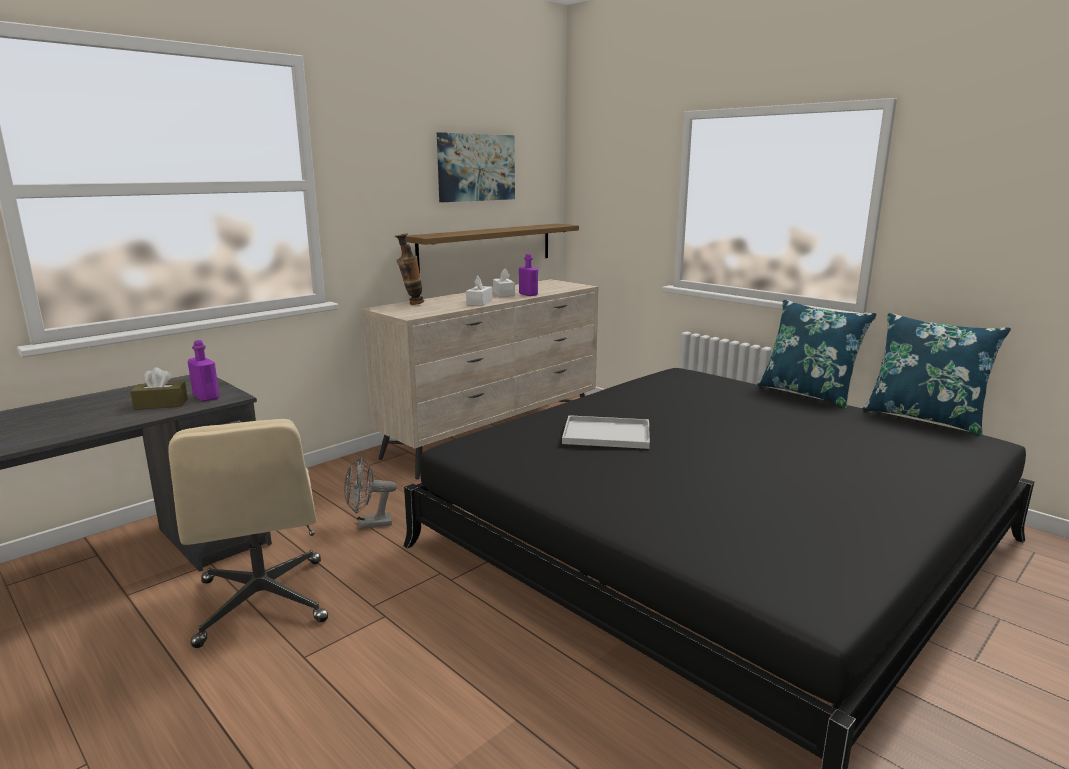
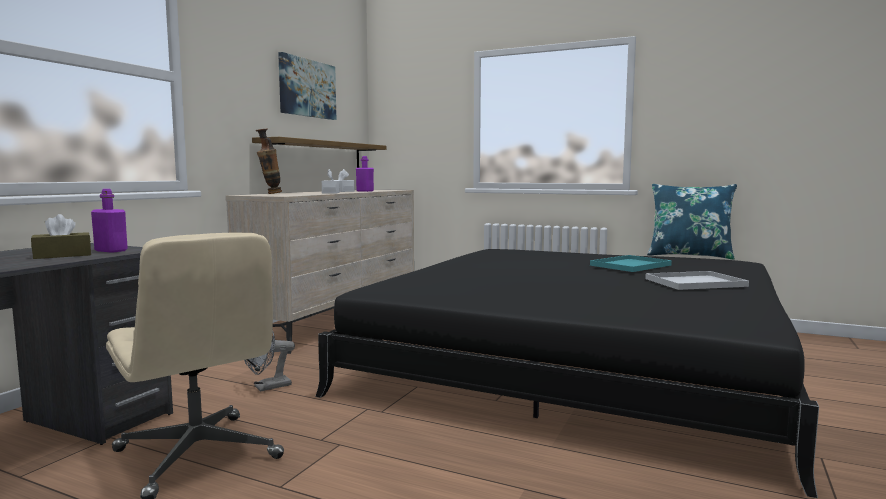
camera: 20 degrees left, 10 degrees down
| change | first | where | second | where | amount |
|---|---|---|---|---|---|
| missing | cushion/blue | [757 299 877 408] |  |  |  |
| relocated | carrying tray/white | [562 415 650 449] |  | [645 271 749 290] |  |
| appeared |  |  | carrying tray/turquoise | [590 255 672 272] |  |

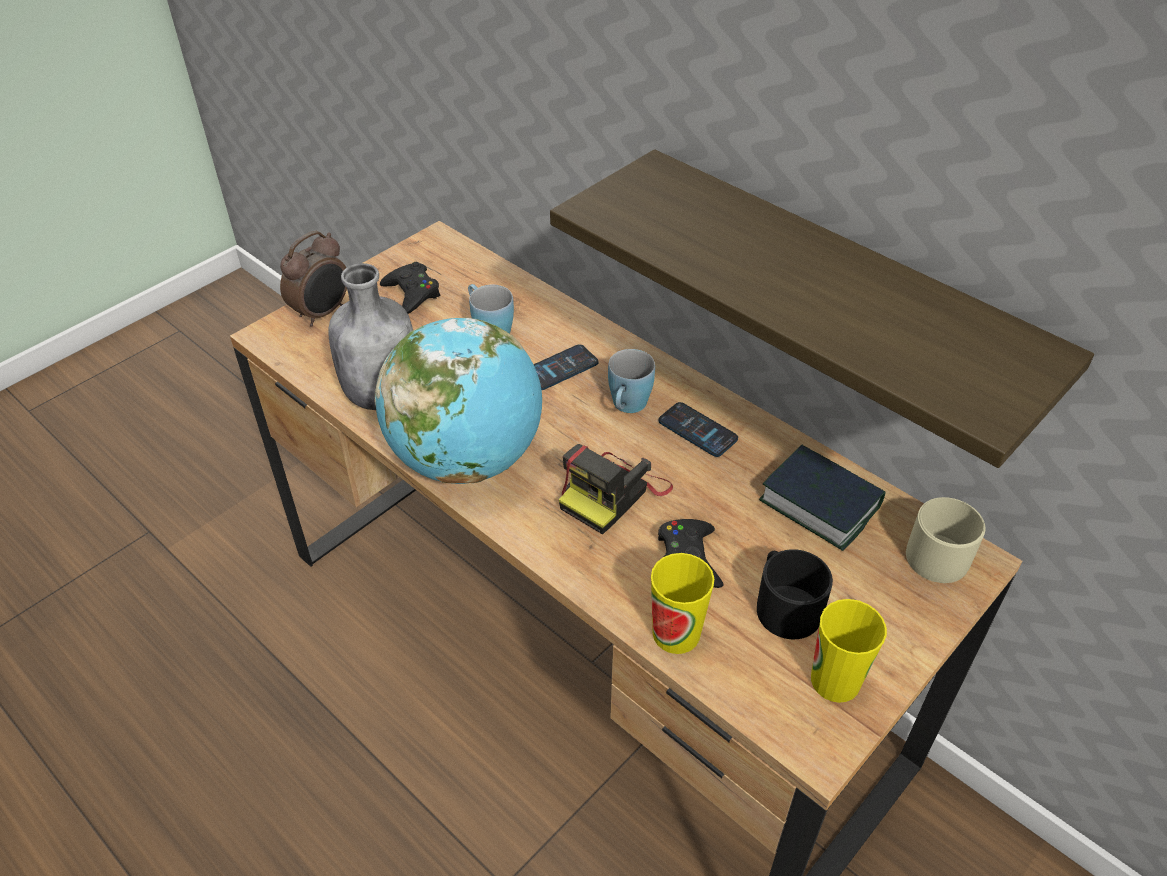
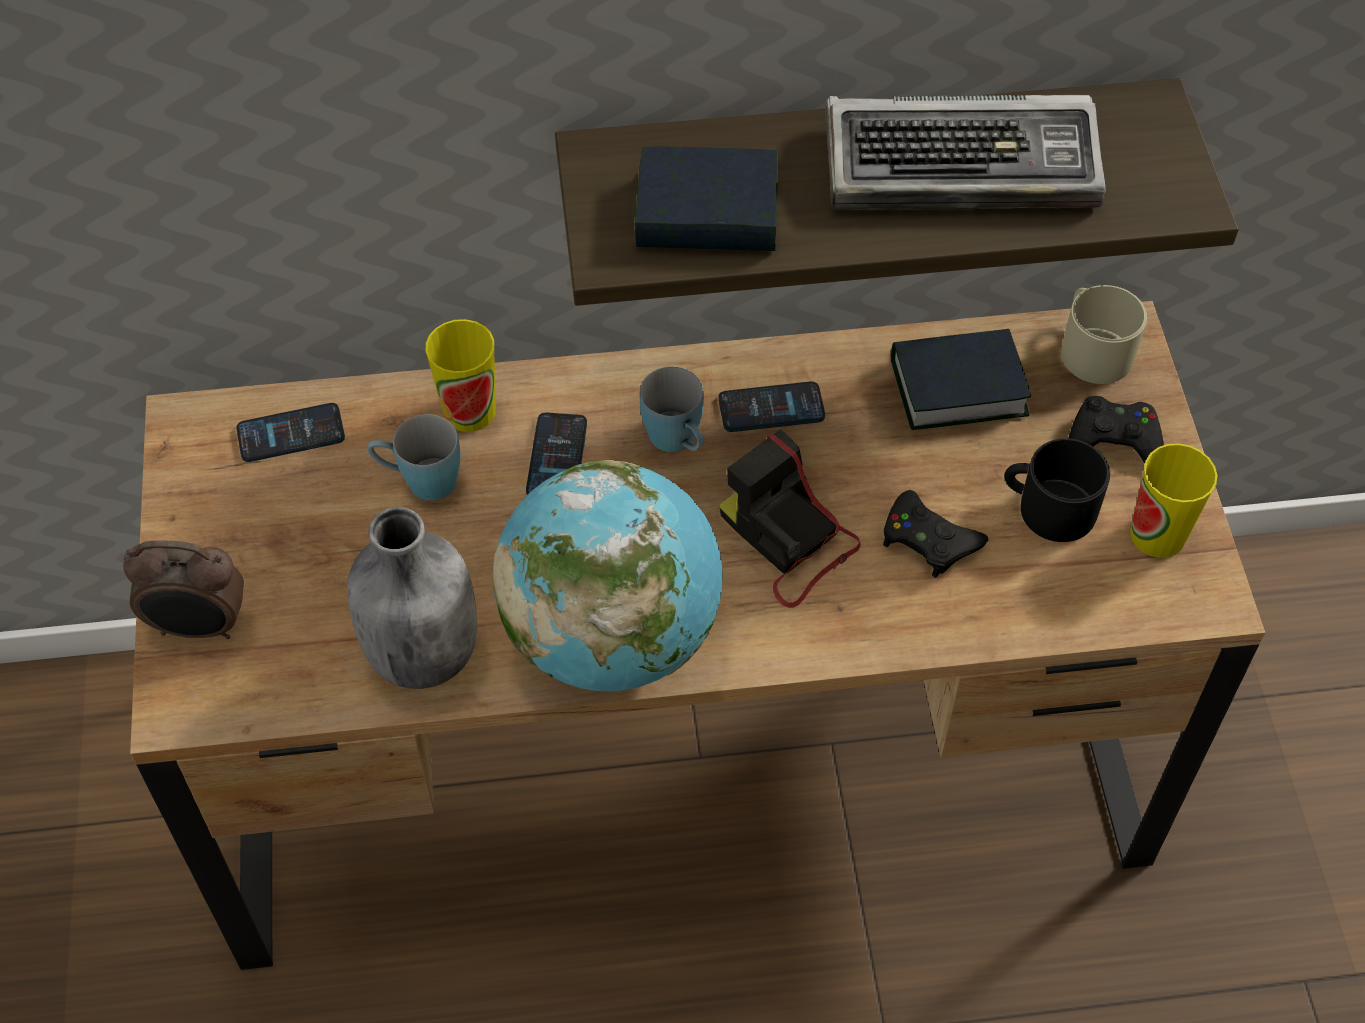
camera: 50 degrees left, 10 degrees up
| change | first | where | second | where | amount |
|---|---|---|---|---|---|
| spun | alarm clock | [280 231 347 327] |  | [123 540 244 639] | 105 degrees clockwise |
| relocated | gamepad/blackish | [380 262 440 314] |  | [1068 396 1164 463] |  |
| spun | photo camera | [559 444 673 535] |  | [719 429 861 608] | 150 degrees clockwise |
| relocated | cup | [651 553 714 654] |  | [426 319 496 432] |  |
| appeared |  |  | keyboard | [826 95 1106 210] |  |
| appeared |  |  | book | [635 146 778 251] |  |
| appeared |  |  | phone | [236 403 345 462] |  |

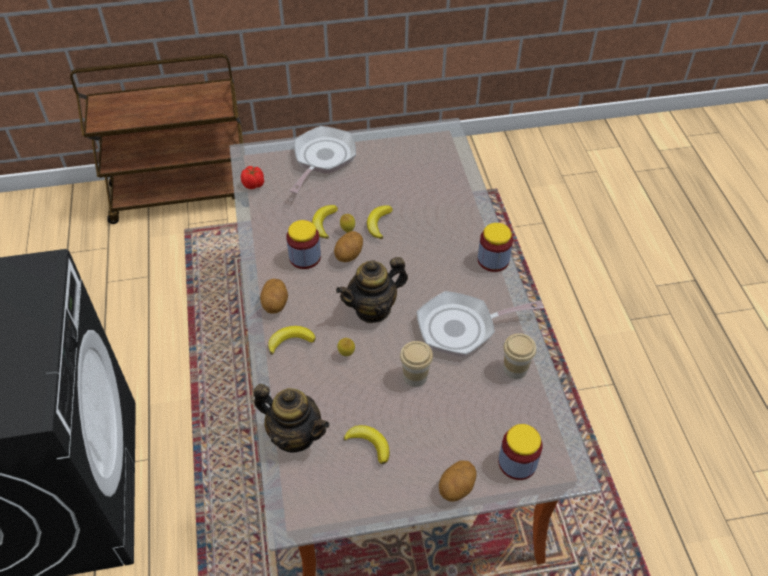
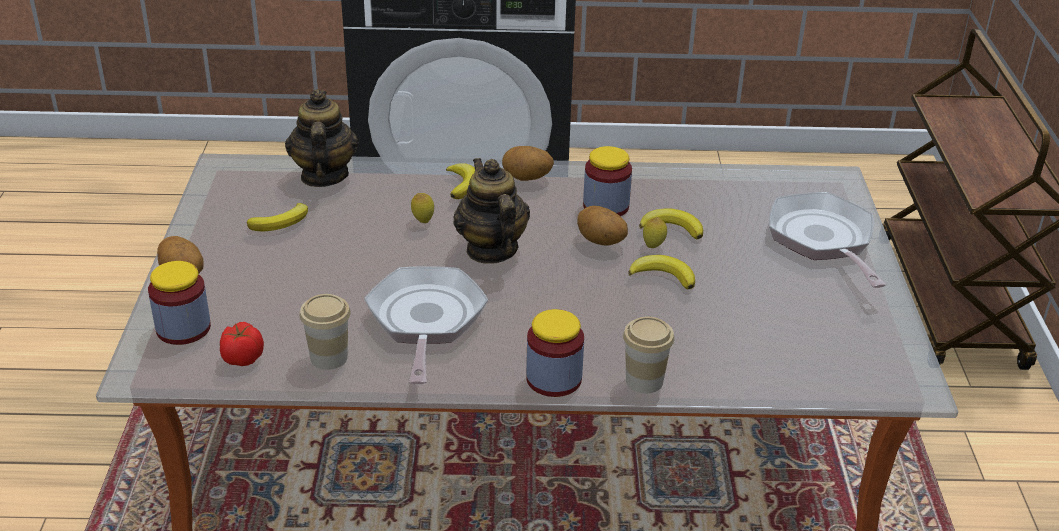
camera: 100 degrees right, 15 degrees down
| change | first | where | second | where | amount |
|---|---|---|---|---|---|
| spun | skillet | [290 126 356 194] |  | [769 192 886 288] | 135 degrees counterclockwise |
| relocated | tomato | [241 166 264 189] |  | [220 322 264 366] |  |
| relocated | cup | [400 341 433 387] |  | [623 317 674 393] |  |
| spun | pot for tea | [254 384 329 453] |  | [285 89 359 187] | 135 degrees clockwise |

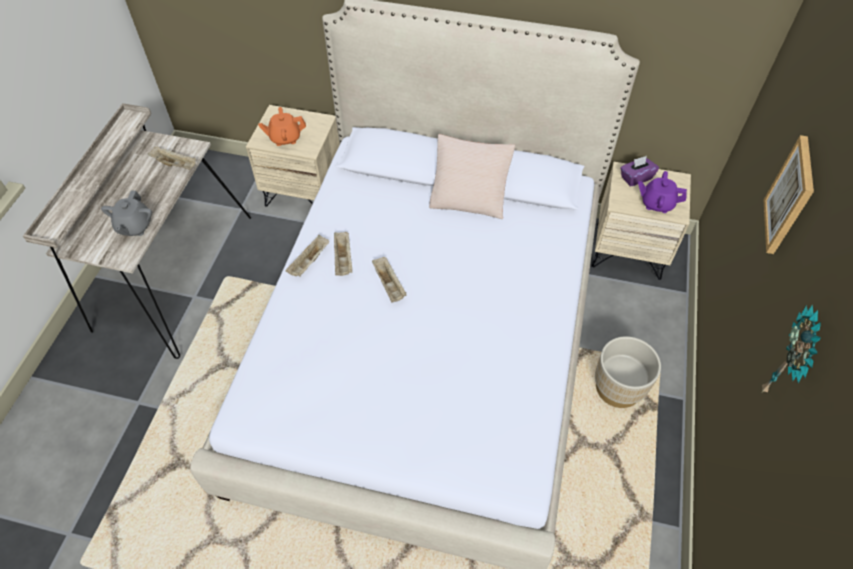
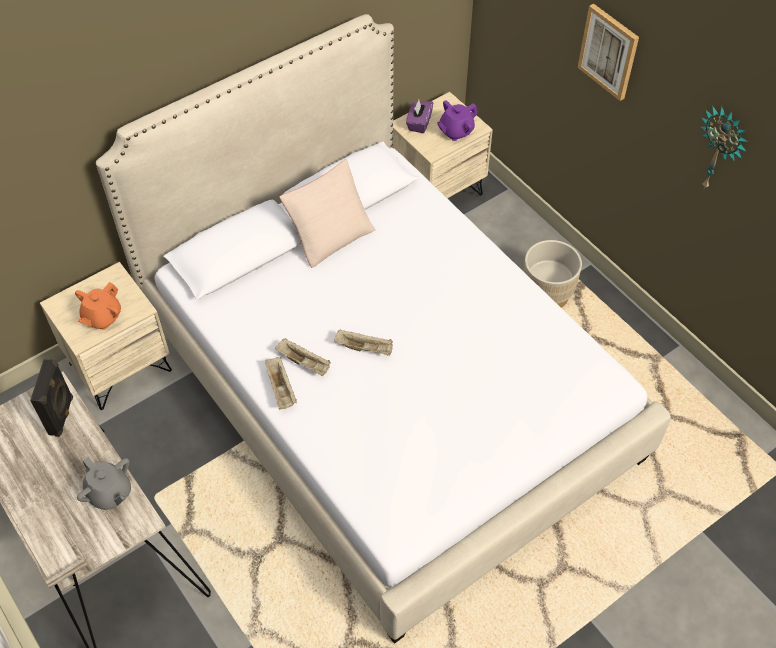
camera: 50 degrees left, 0 degrees up
| change | first | where | second | where | amount |
|---|---|---|---|---|---|
| exchanged | carrying tray/beige-coloured | [148 146 196 170] | audio speaker/blackish | [30 359 73 437] |  |

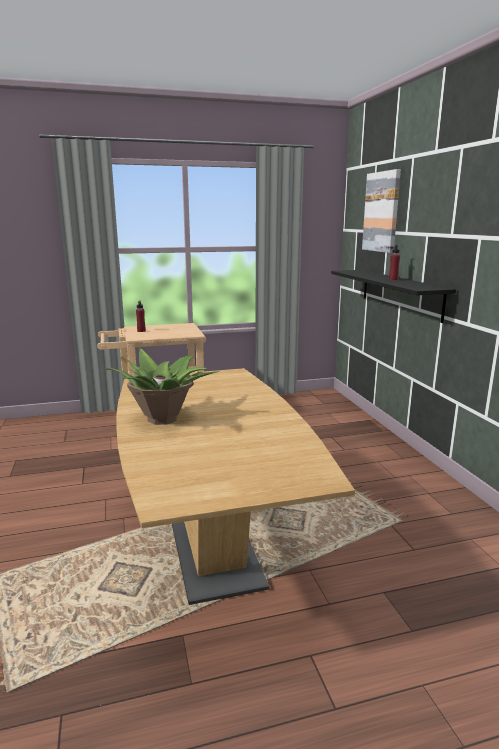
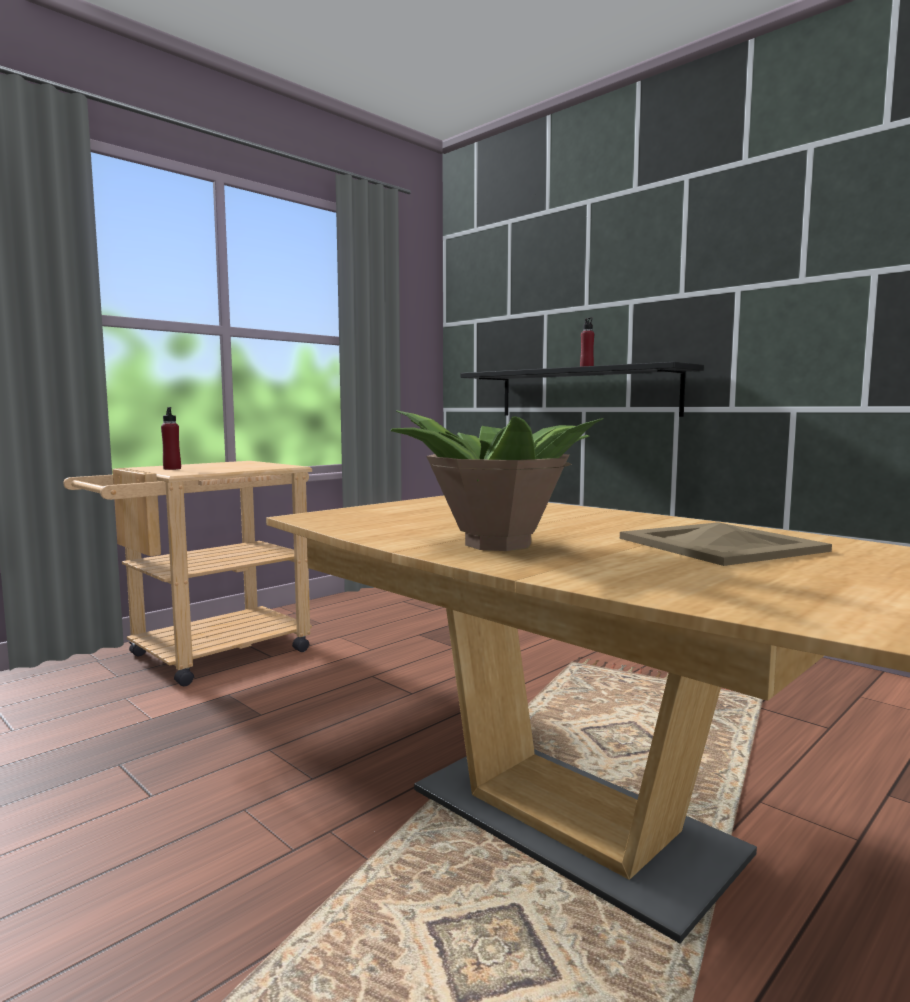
camera: 30 degrees left, 10 degrees down
| change | first | where | second | where | amount |
|---|---|---|---|---|---|
| missing | wall picture | [362 169 401 253] |  |  |  |
| appeared |  |  | carrying tray/beige-coloured | [620 522 832 566] |  |

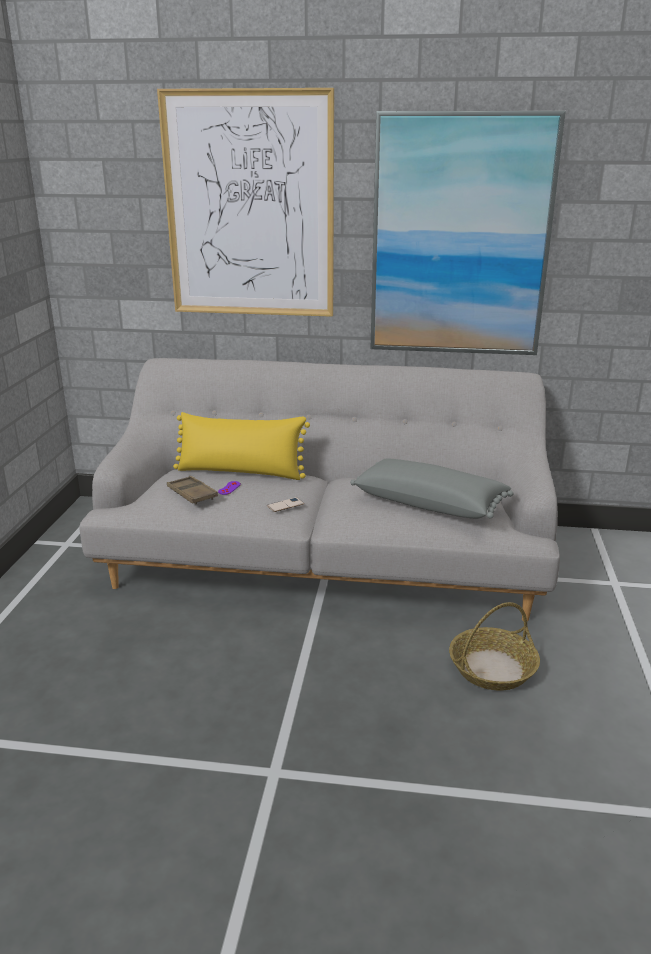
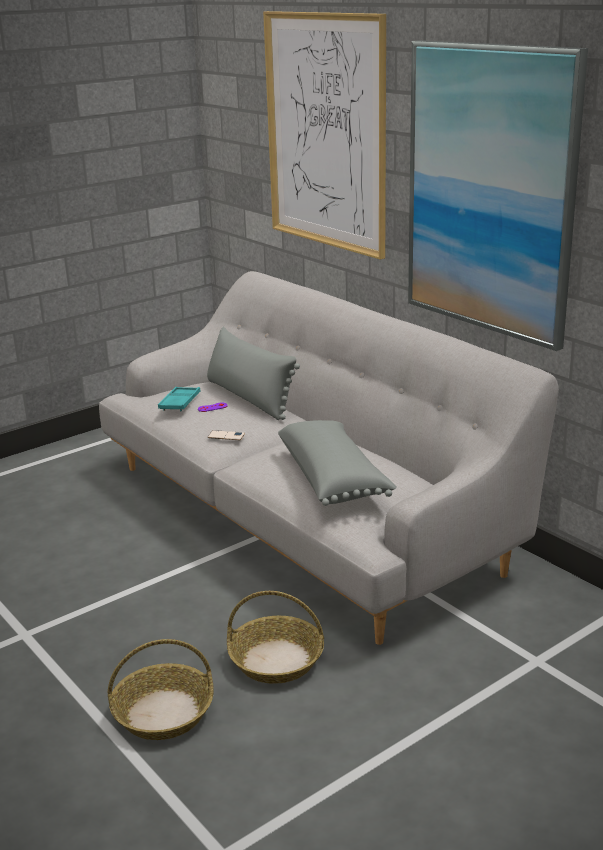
camera: 45 degrees right, 0 degrees up
| change | first | where | second | where | amount |
|---|---|---|---|---|---|
| colour | cushion/yellowish | [173 412 310 480] | cushion/greyish | [207 327 300 420] |  |
| colour | carrying tray/brown-coloured | [167 476 218 504] | carrying tray/turquoise | [158 387 201 411] |  |
| appeared |  |  | basket | [108 639 214 740] |  |

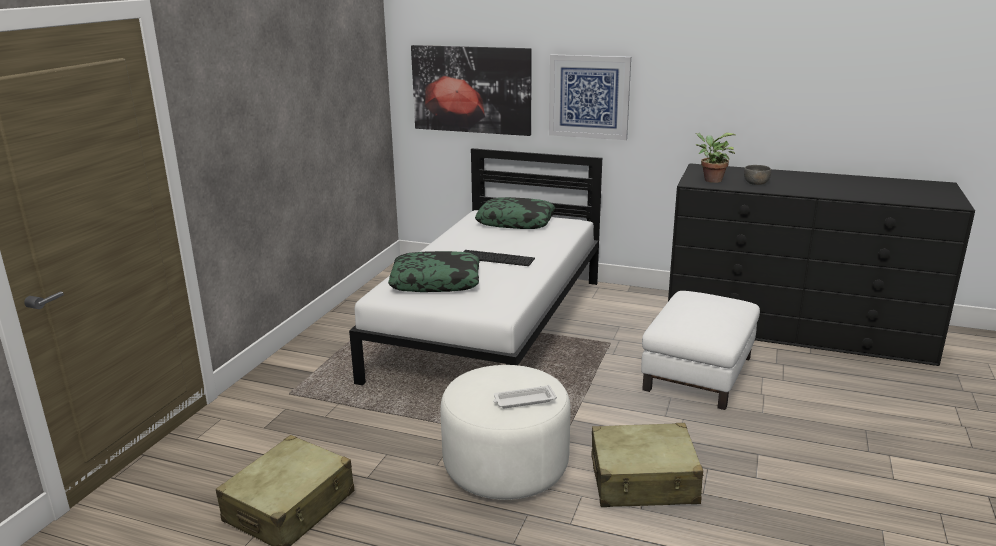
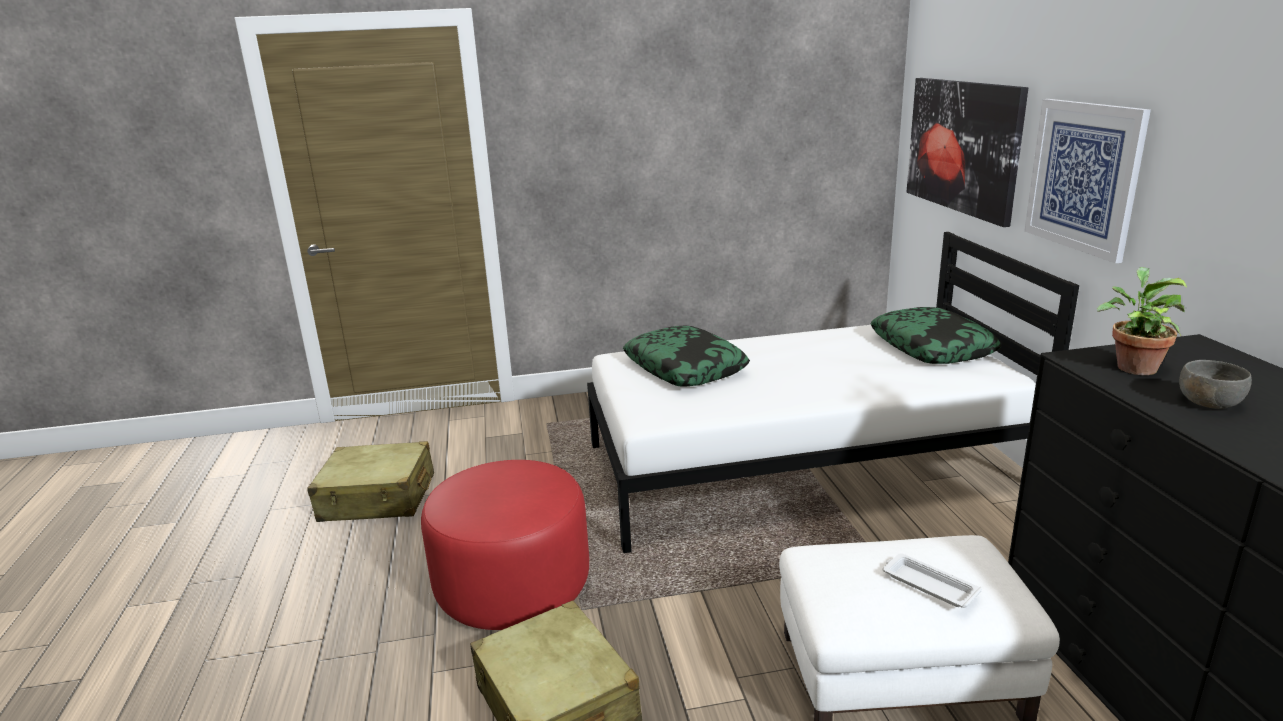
camera: 60 degrees right, 0 degrees up
| change | first | where | second | where | amount |
|---|---|---|---|---|---|
| missing | keyboard | [463 250 535 266] |  |  |  |
| colour | footrest/white | [440 365 571 500] | footrest/red | [421 460 589 630] |  |
| relocated | carrying tray/white | [493 385 557 408] |  | [883 553 982 608] |  |

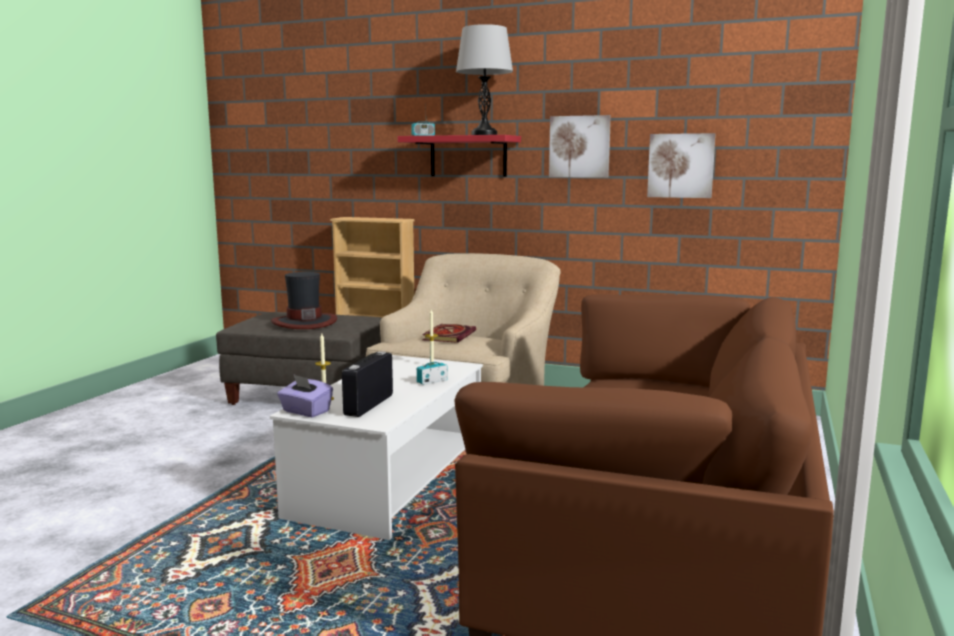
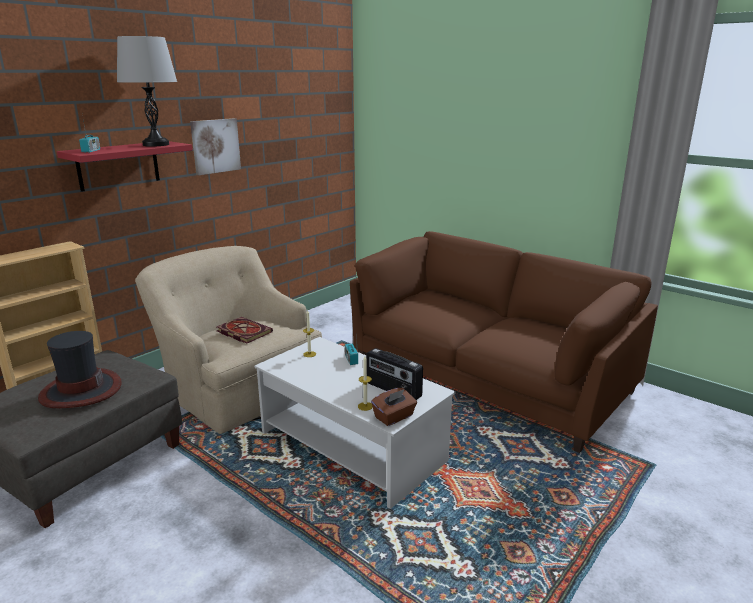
camera: 70 degrees left, 10 degrees up
| change | first | where | second | where | amount |
|---|---|---|---|---|---|
| missing | wall picture | [647 133 716 198] |  |  |  |
| colour | tissue holder/purple-coloured | [277 374 333 417] | tissue holder/brown-coloured | [371 388 417 426] |  |

